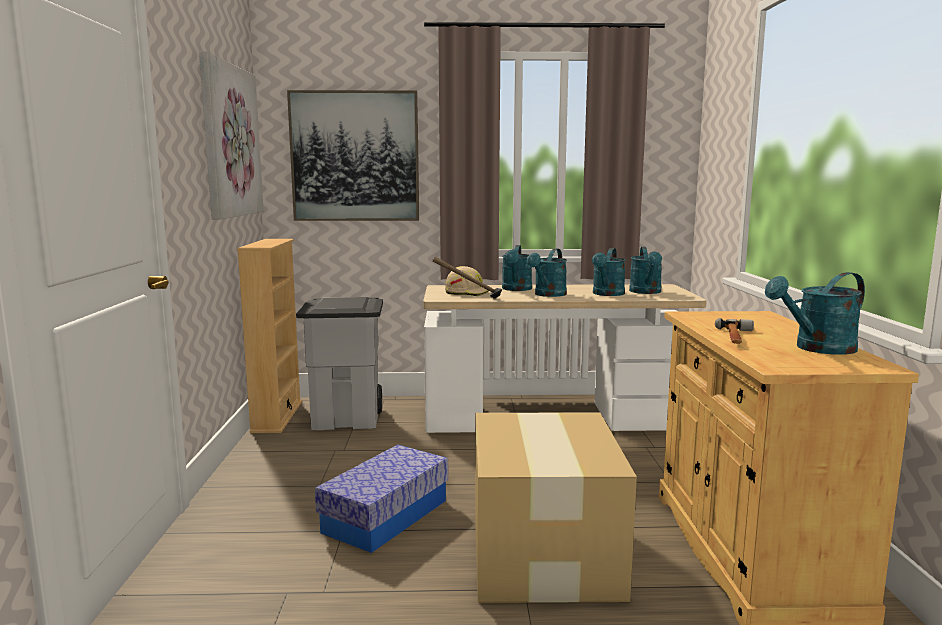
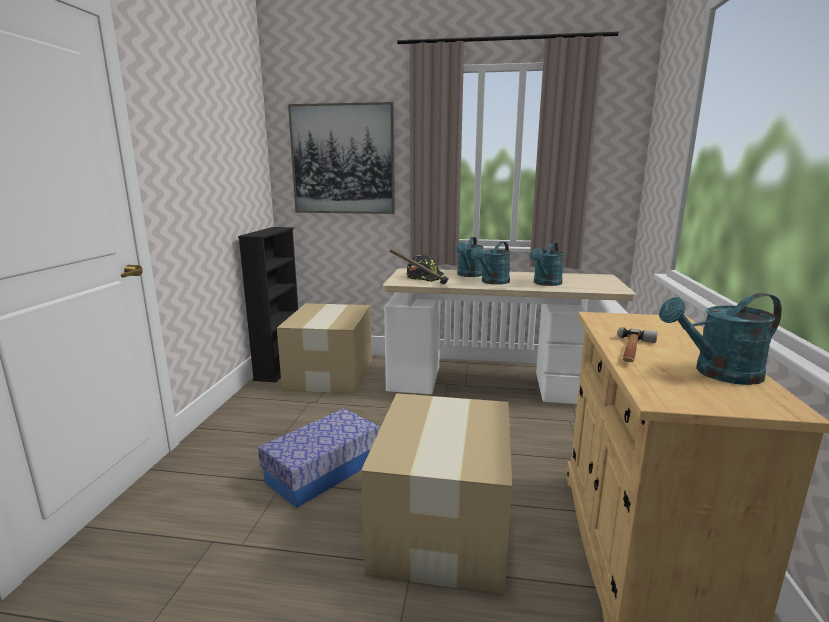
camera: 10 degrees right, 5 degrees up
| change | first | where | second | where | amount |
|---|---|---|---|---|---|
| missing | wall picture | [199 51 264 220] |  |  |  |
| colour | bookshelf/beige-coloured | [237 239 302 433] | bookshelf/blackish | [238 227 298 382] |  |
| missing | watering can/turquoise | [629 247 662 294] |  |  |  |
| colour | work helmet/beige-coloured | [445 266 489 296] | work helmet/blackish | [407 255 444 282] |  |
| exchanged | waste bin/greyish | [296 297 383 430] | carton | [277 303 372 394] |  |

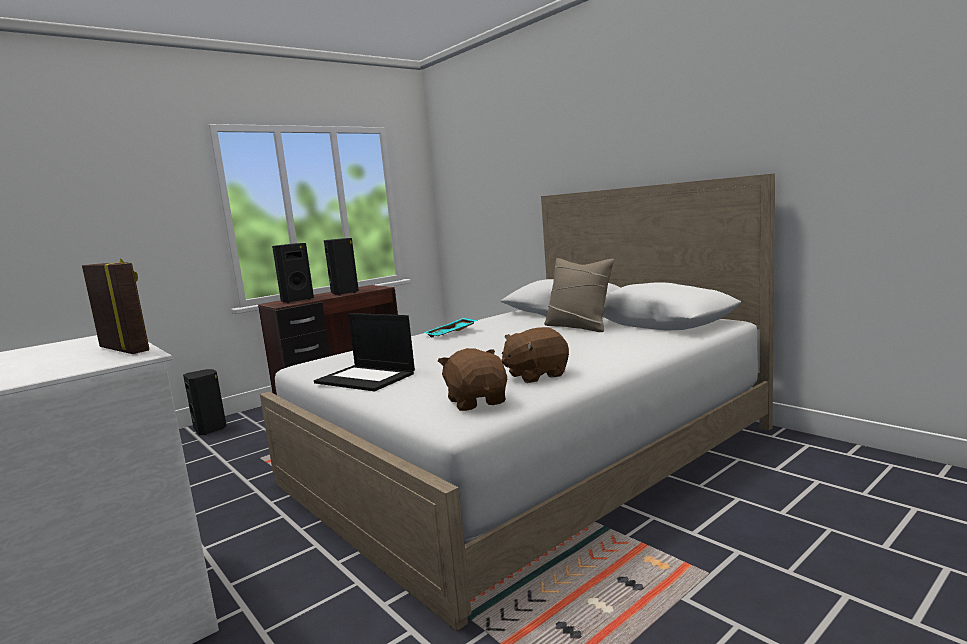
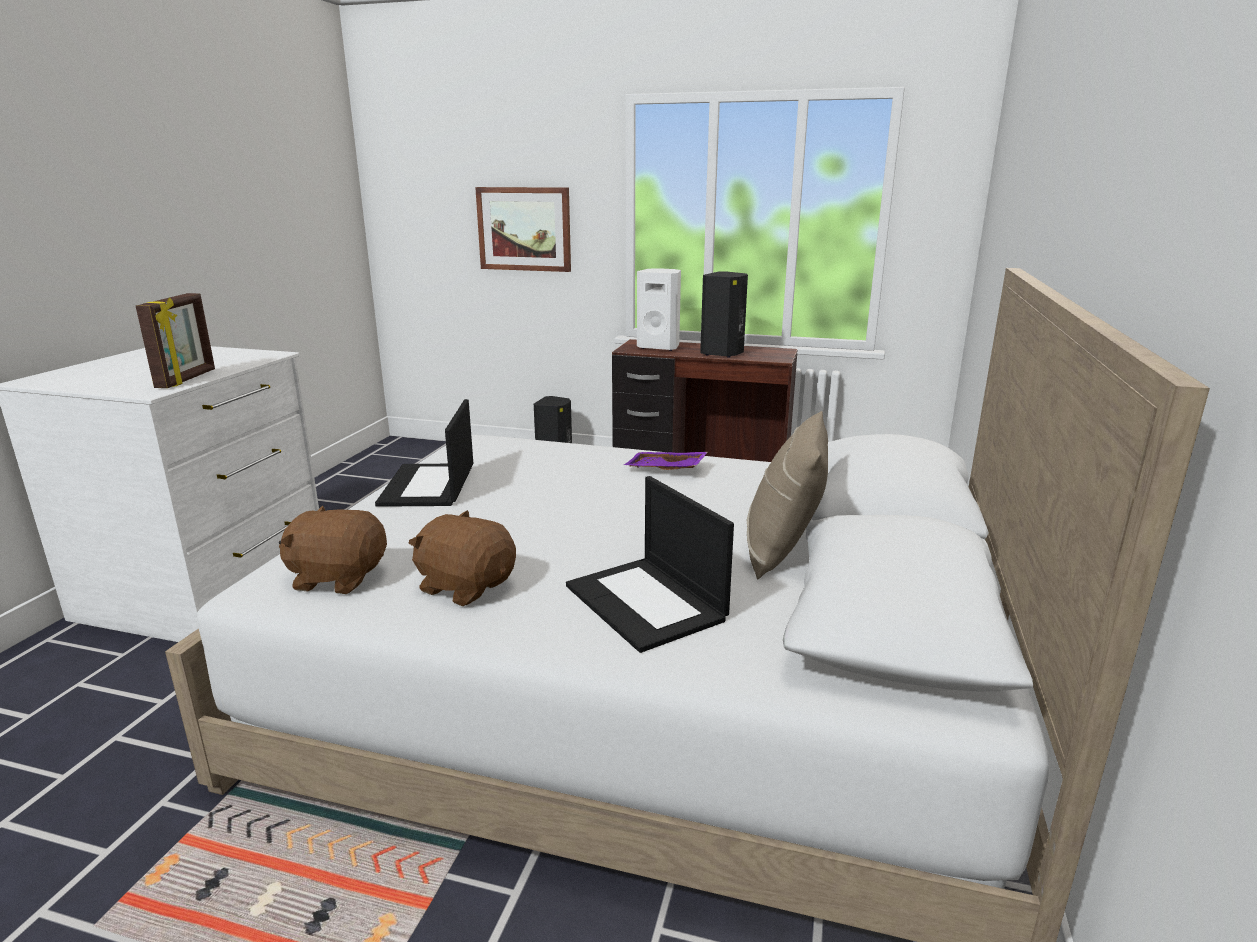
camera: 55 degrees right, 10 degrees up
| change | first | where | second | where | amount |
|---|---|---|---|---|---|
| colour | audio speaker/blackish | [272 243 314 303] | audio speaker/white | [637 268 681 351] |  |
| colour | carrying tray/turquoise | [424 318 478 337] | carrying tray/purple-coloured | [624 452 708 470] |  |
| spun | plush toy/brown-coloured | [438 348 507 411] |  | [279 506 387 594] | 120 degrees counterclockwise |
| appeared |  |  | wall picture | [475 187 571 272] |  |
| appeared |  |  | notebook computer | [566 476 734 653] |  |

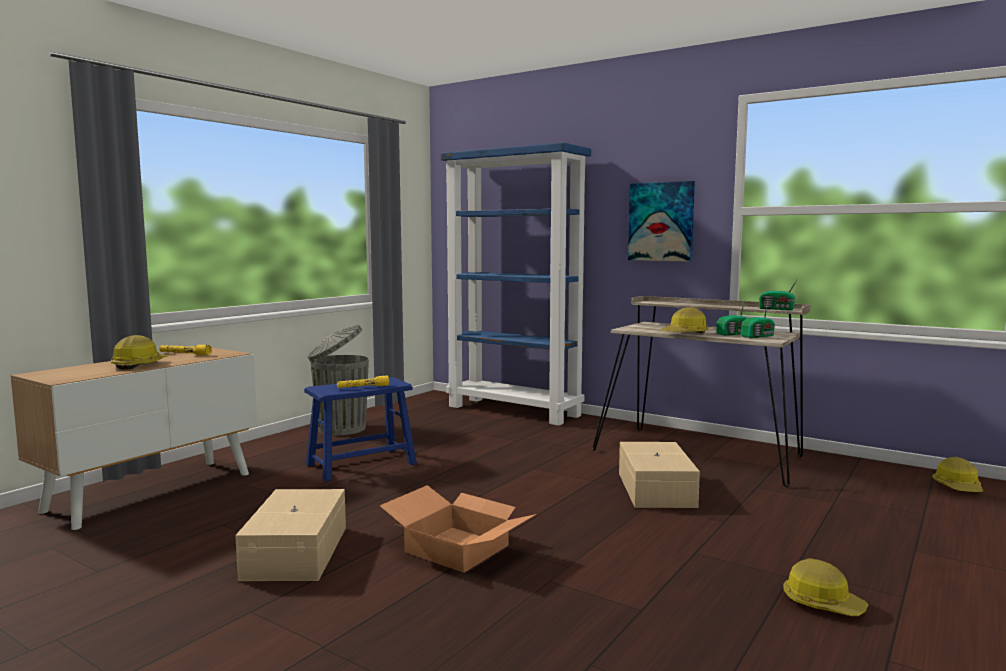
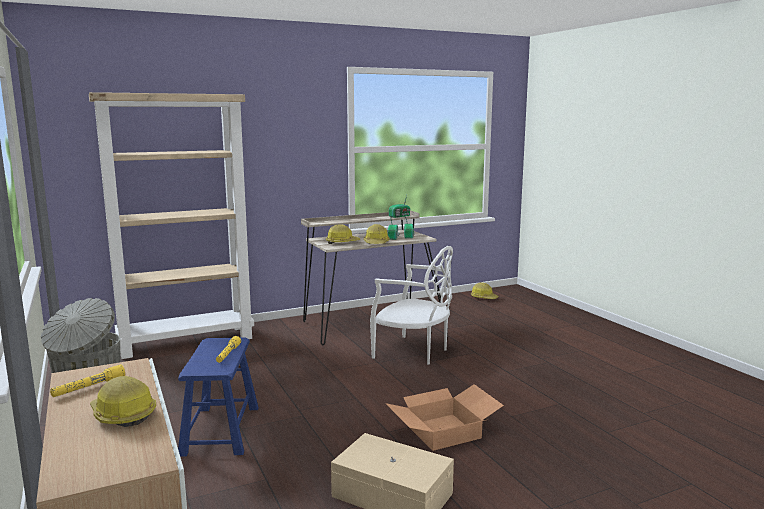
camera: 60 degrees left, 5 degrees up
| change | first | where | second | where | amount |
|---|---|---|---|---|---|
| colour | bookshelf/blue | [441 142 591 426] | bookshelf/beige-coloured | [89 92 254 359] |  |
| missing | wall picture | [628 181 695 262] |  |  |  |
| exchanged | storage box/beige-coloured | [619 442 700 508] | upright chair/white | [370 246 453 365] |  |
| relocated | work helmet | [783 558 869 616] |  | [326 224 360 244] |  |

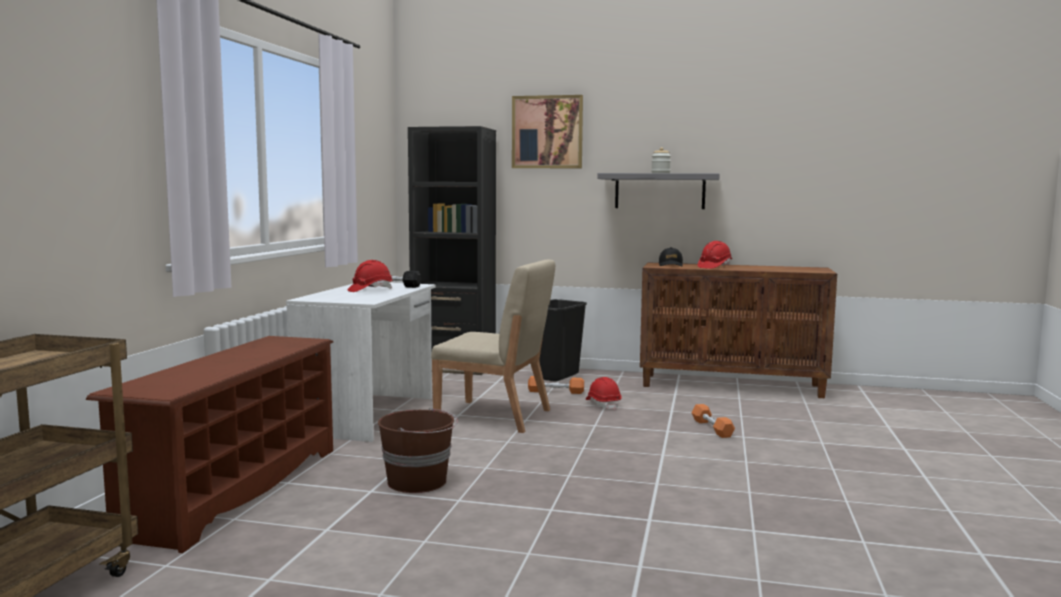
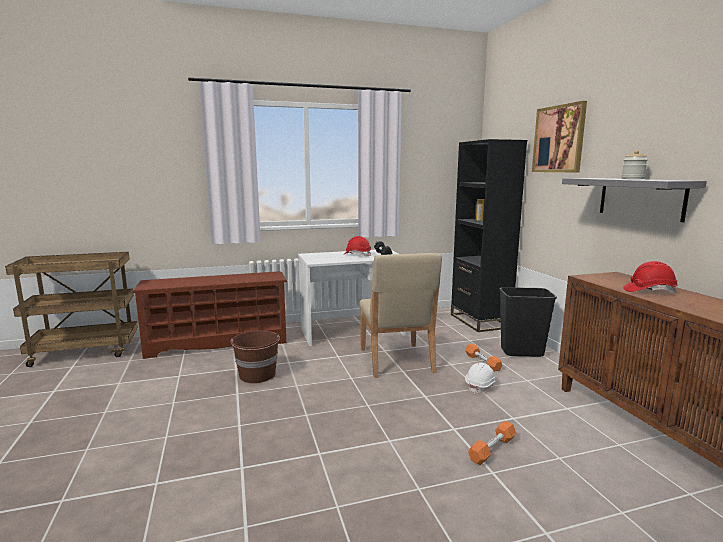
camera: 60 degrees right, 5 degrees up
| change | first | where | second | where | amount |
|---|---|---|---|---|---|
| missing | cap/blackish | [659 247 683 266] |  |  |  |
| colour | work helmet/red | [586 377 622 410] | work helmet/white | [465 363 496 394] |  |

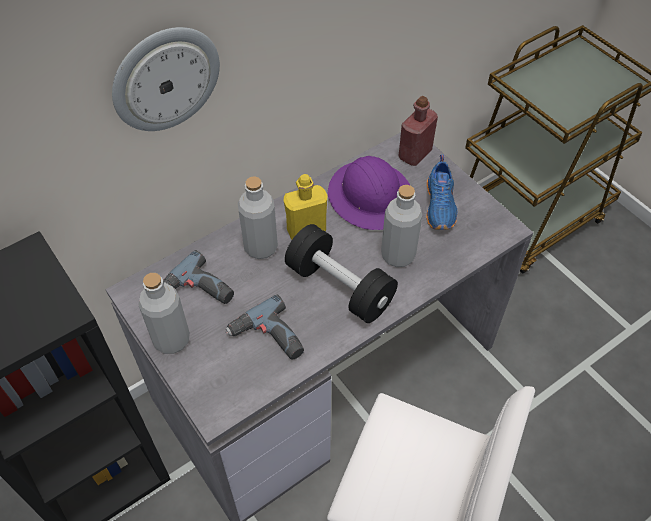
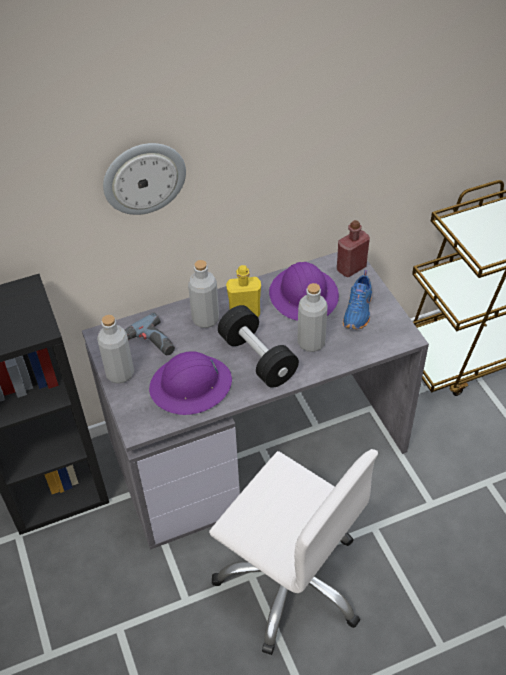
camera: 15 degrees right, 5 degrees down
| change | first | where | second | where | amount |
|---|---|---|---|---|---|
| exchanged | drill | [225 294 304 359] | work helmet/purple-coloured | [149 351 232 415] |  |

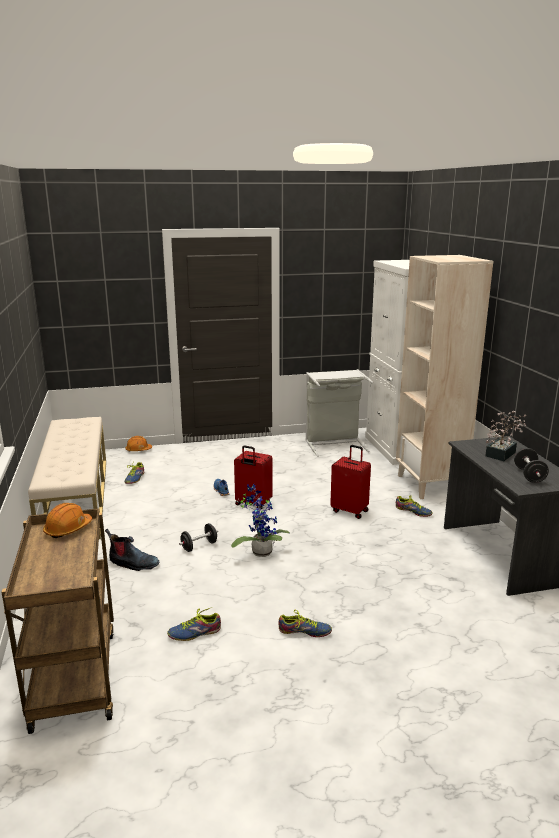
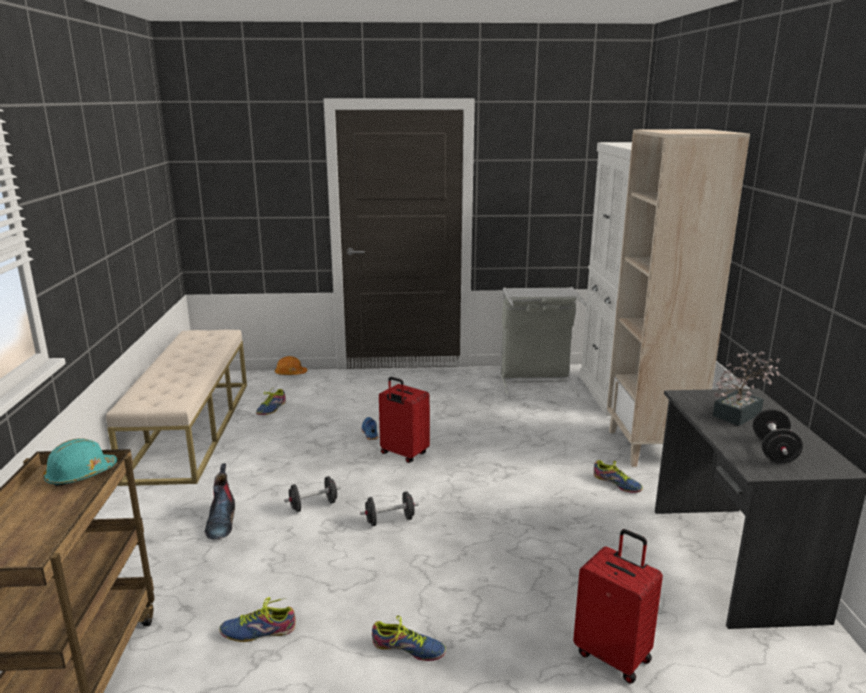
camera: 10 degrees right, 0 degrees up
| change | first | where | second | where | amount |
|---|---|---|---|---|---|
| relocated | suitcase/red | [330 445 371 519] |  | [573 529 663 684] |  |
| exchanged | potted plant | [231 484 290 557] | hand weight/blackish | [360 491 419 526] |  |
| colour | work helmet/orange | [43 503 92 538] | work helmet/turquoise | [43 438 117 487] |  |
| spun | tall boot | [105 529 159 571] |  | [205 464 235 540] | 60 degrees clockwise |

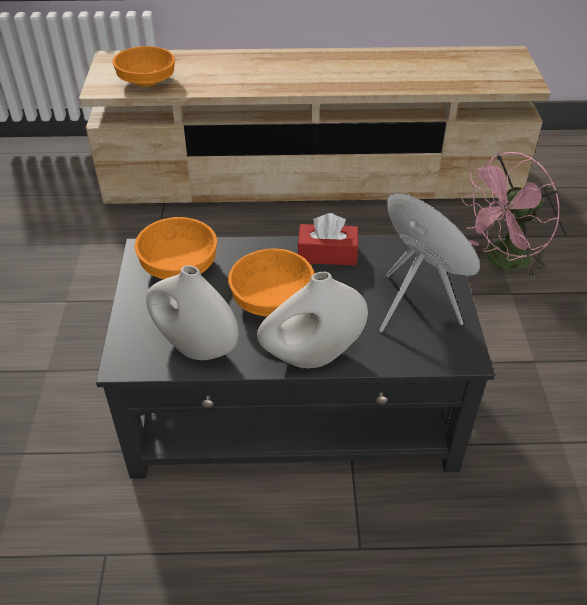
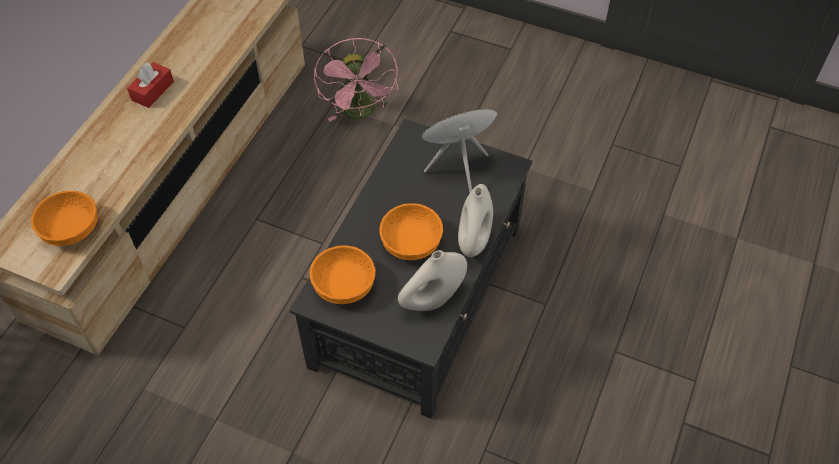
camera: 65 degrees left, 10 degrees up
| change | first | where | second | where | amount |
|---|---|---|---|---|---|
| relocated | tissue holder/red | [298 213 358 265] |  | [127 62 174 108] |  |

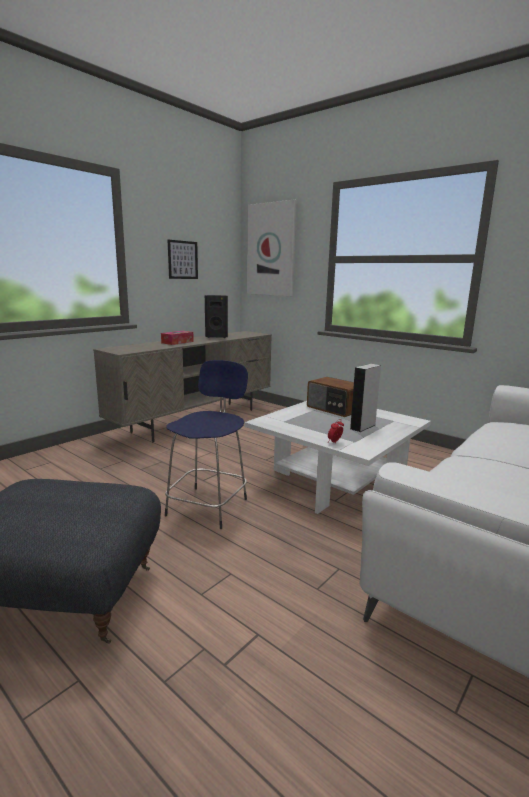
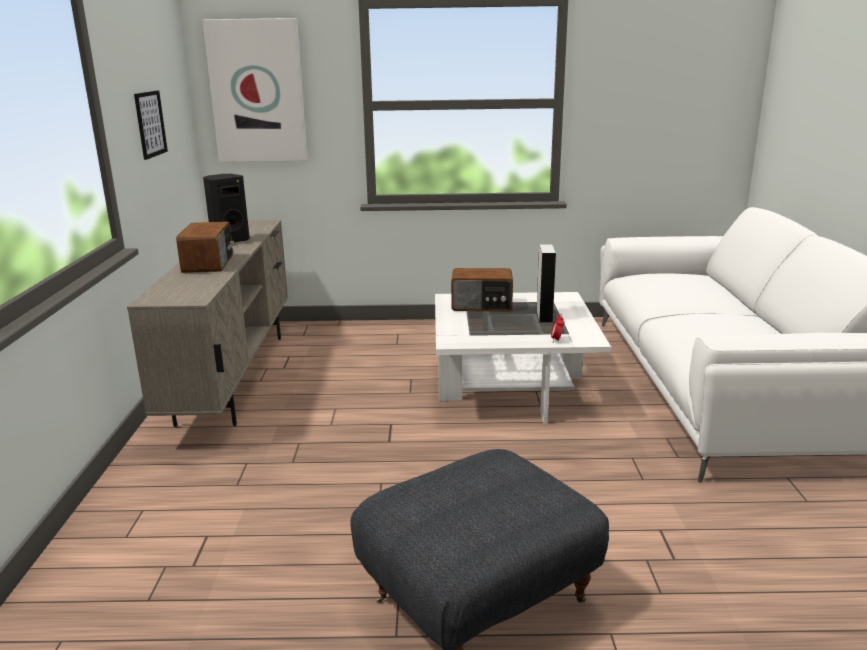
camera: 40 degrees left, 5 degrees up
| change | first | where | second | where | amount |
|---|---|---|---|---|---|
| exchanged | tissue holder | [161 331 194 345] | radio receiver | [176 222 234 273] |  |
| missing | stool/blue | [165 360 248 529] |  |  |  |

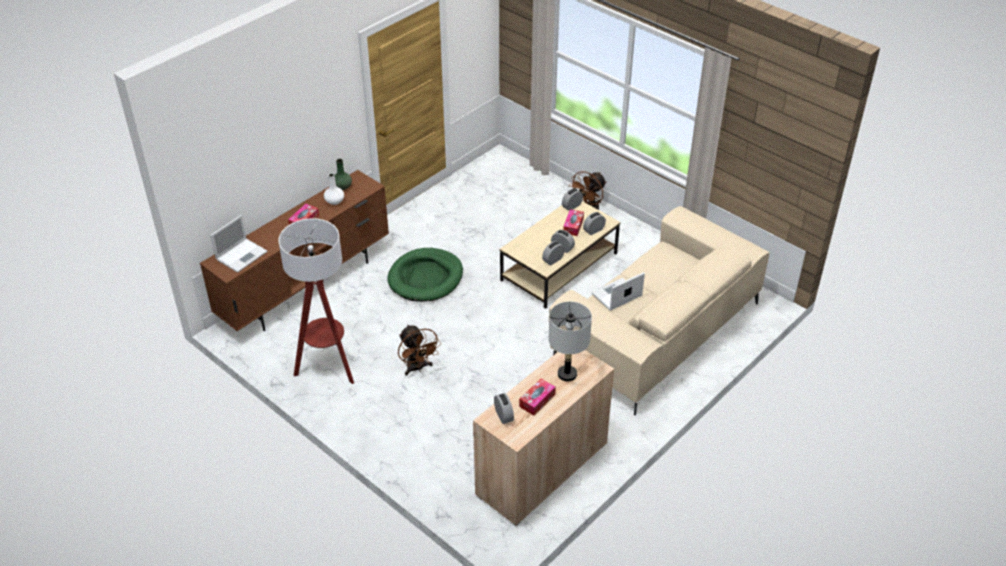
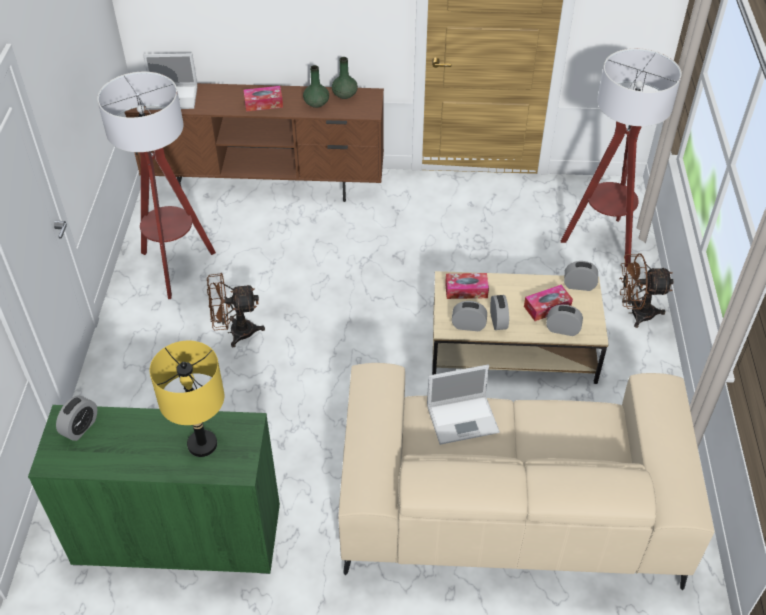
camera: 50 degrees right, 5 degrees up
| change | first | where | second | where | amount |
|---|---|---|---|---|---|
| colour | vase/white | [324 173 344 205] | vase/green | [303 65 329 108] |  |
| missing | dog bed/green | [387 248 463 302] |  |  |  |
| spun | notebook computer | [592 272 645 311] |  | [427 365 500 445] | 150 degrees clockwise |
| colour | table lamp/greyish | [548 301 592 381] | table lamp/yellowish | [150 341 224 457] |  |
| spun | electric fan/brown-coloured | [398 324 441 376] |  | [207 273 265 347] | 60 degrees clockwise |
| colour | storage cabinet/beige-coloured | [473 350 614 526] | storage cabinet/green | [28 405 280 574] |  |
| relocated | tissue holder | [519 379 556 416] |  | [445 273 489 299] |  |
| appeared |  |  | floor lamp | [561 48 682 267] |  |

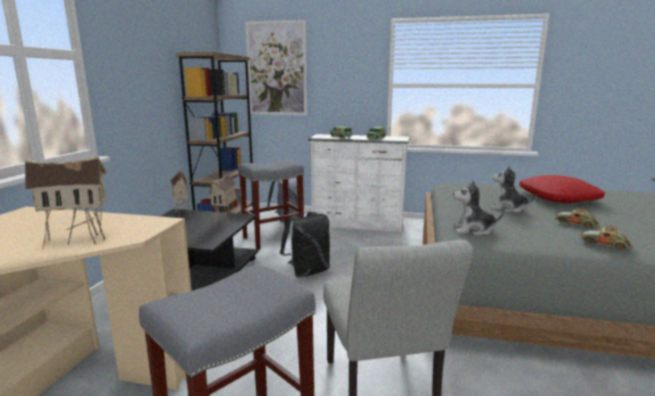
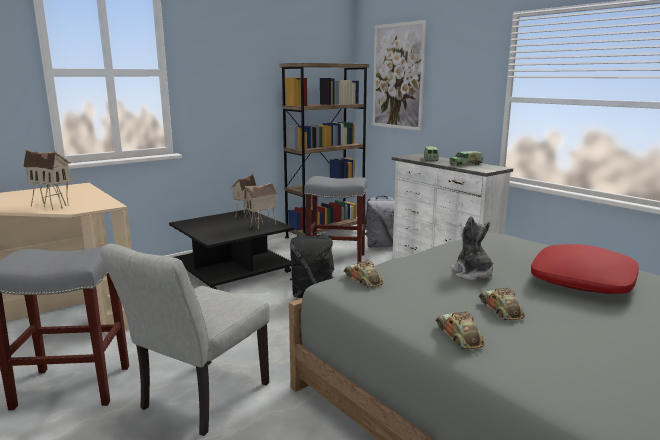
camera: 40 degrees right, 0 degrees up
| change | first | where | second | where | amount |
|---|---|---|---|---|---|
| exchanged | plush toy | [453 181 504 236] | model car | [344 260 384 288] |  |

